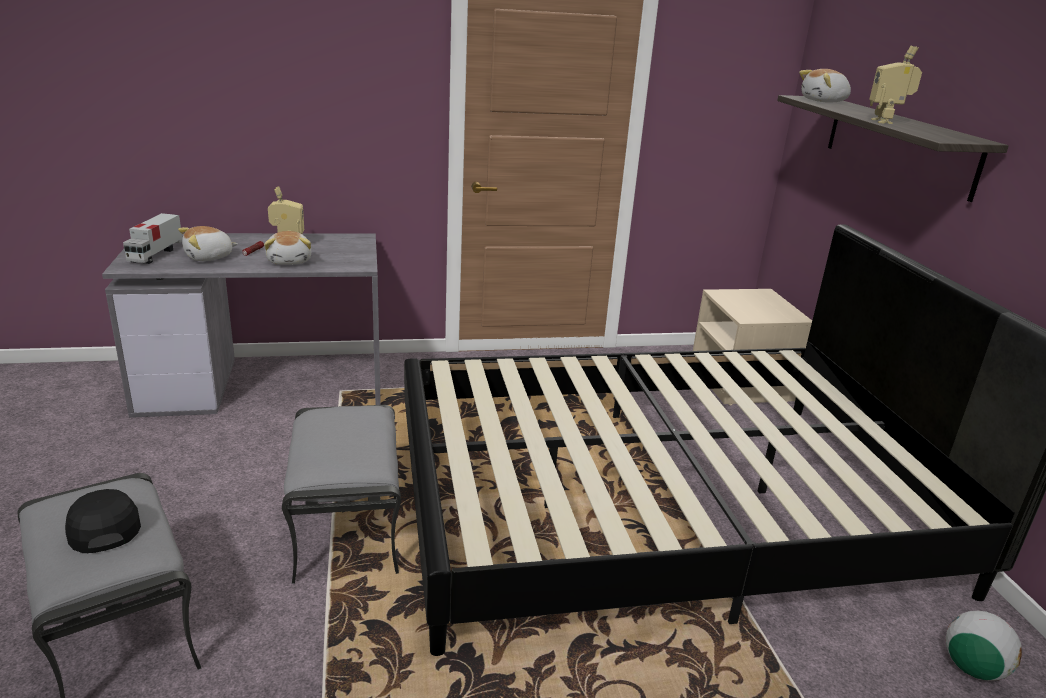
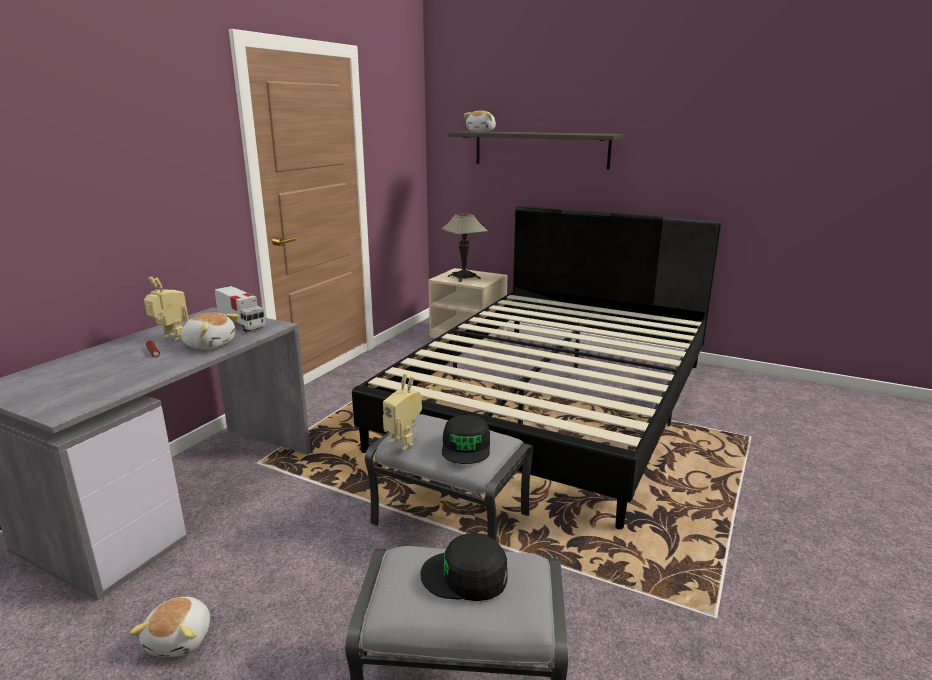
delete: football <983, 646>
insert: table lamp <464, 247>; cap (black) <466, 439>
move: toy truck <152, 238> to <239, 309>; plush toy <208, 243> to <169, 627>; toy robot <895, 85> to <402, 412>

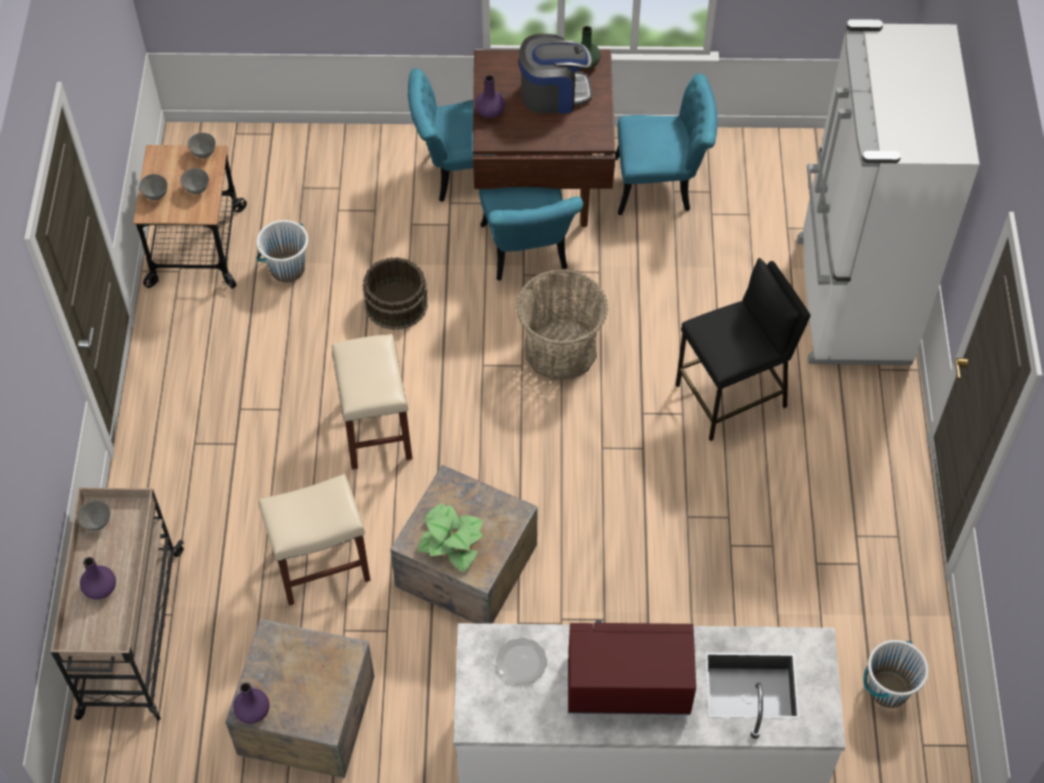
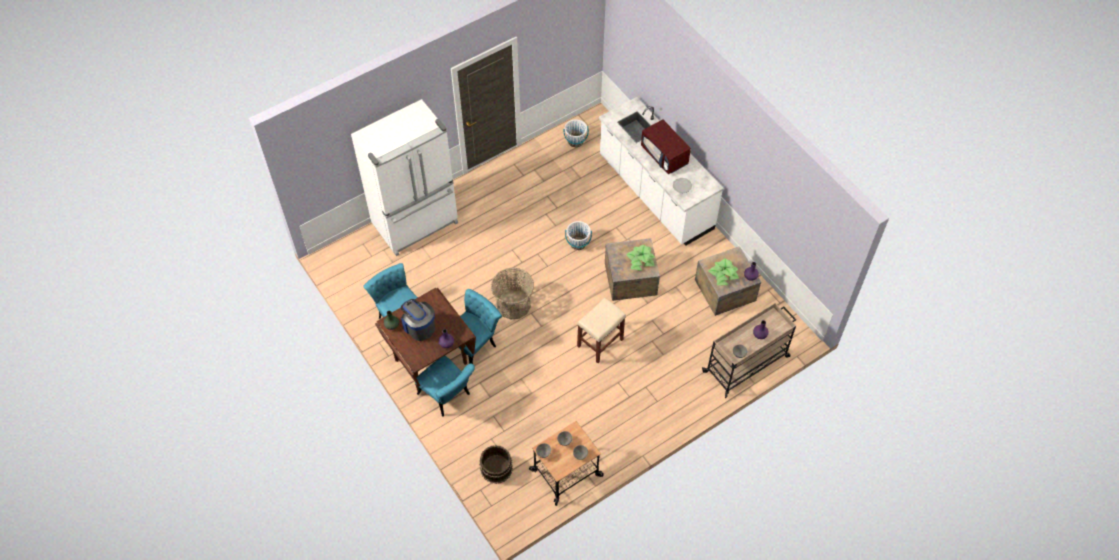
delete: stool (beige) <314, 540>; stool (black) <743, 349>
insert: potted plant <724, 271>
move: bucket (white) <282, 251> to <578, 235>; bucket (brown) <395, 293> to <496, 464>

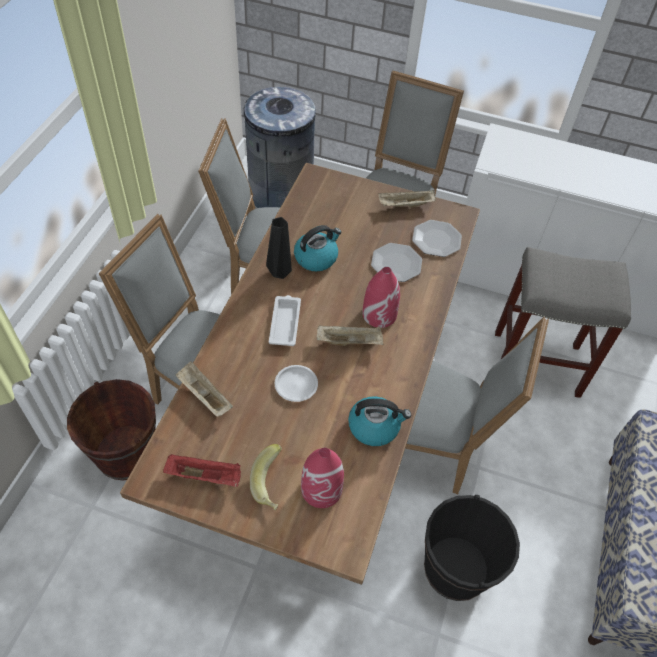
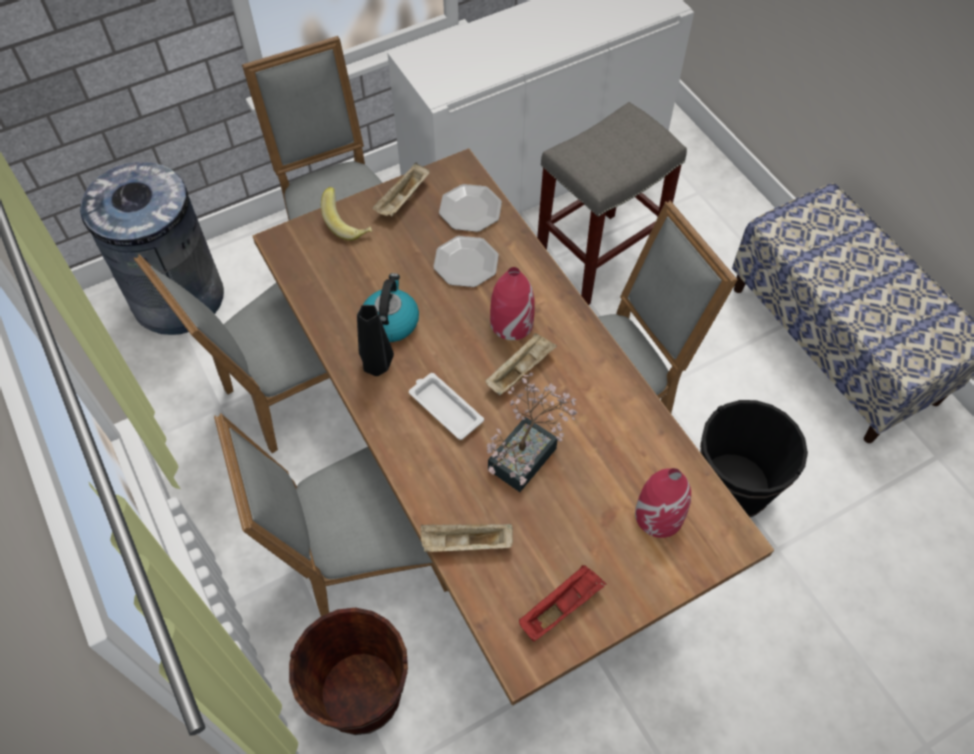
delete: kettle <379, 421>
move: banana <266, 477> to <346, 214>
replace: plate (white) <296, 383> to potted plant <532, 432>

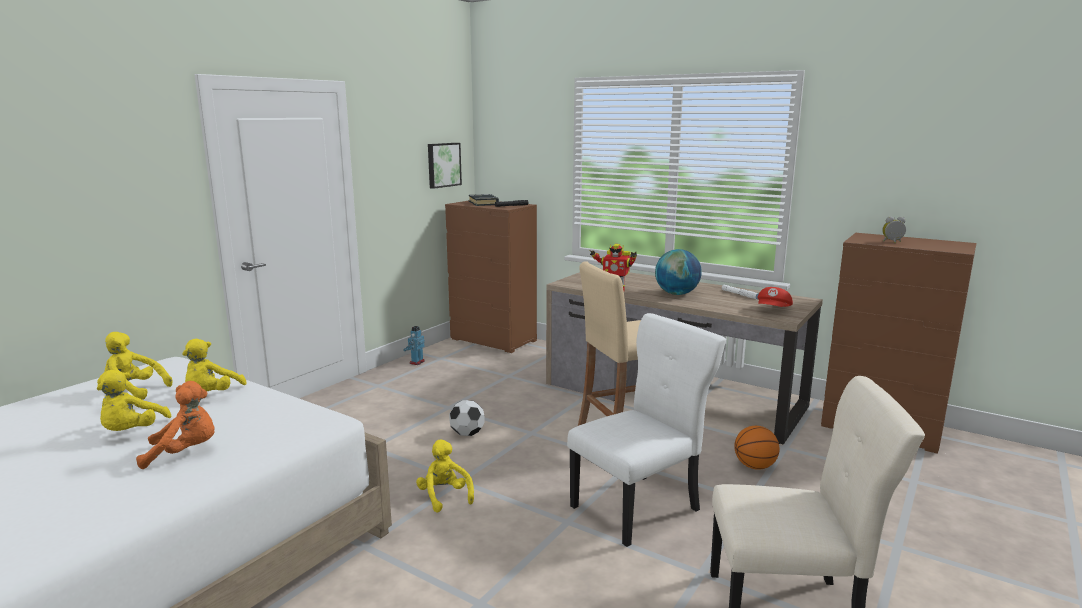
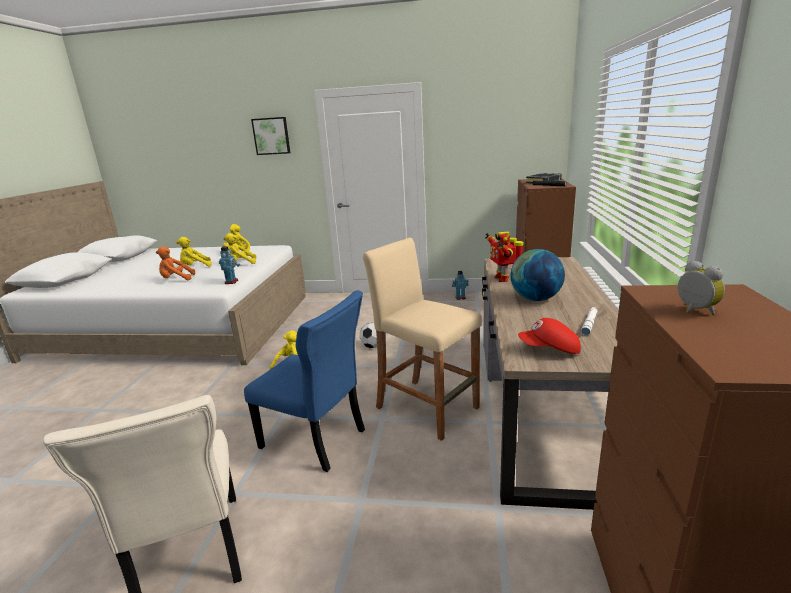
delete: basketball <757, 448>
insert: toy robot <229, 265>
move: picture <445, 166> to <270, 136>
recolor: chair (white) <646, 430> to chair (blue) <304, 381>
rotate: plush toy (orange) <175, 425> = <175, 263> 120 degrees clockwise

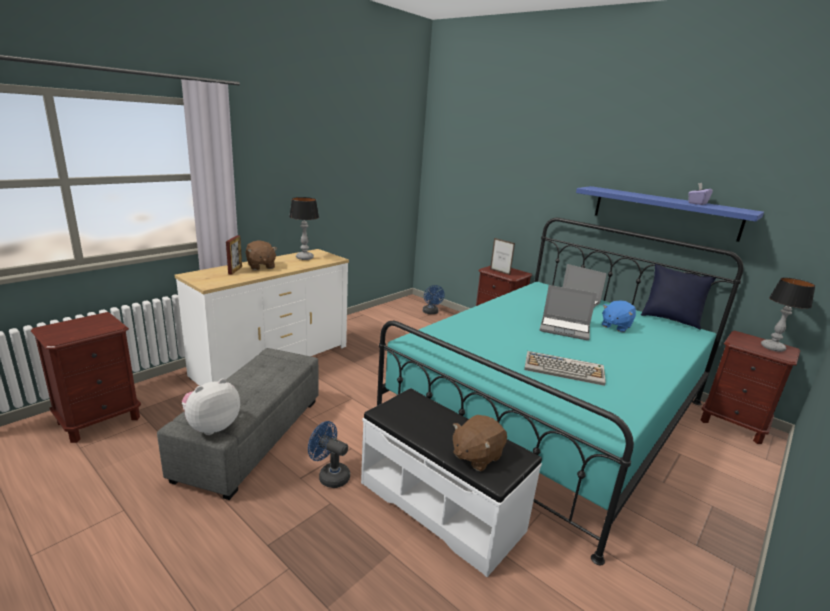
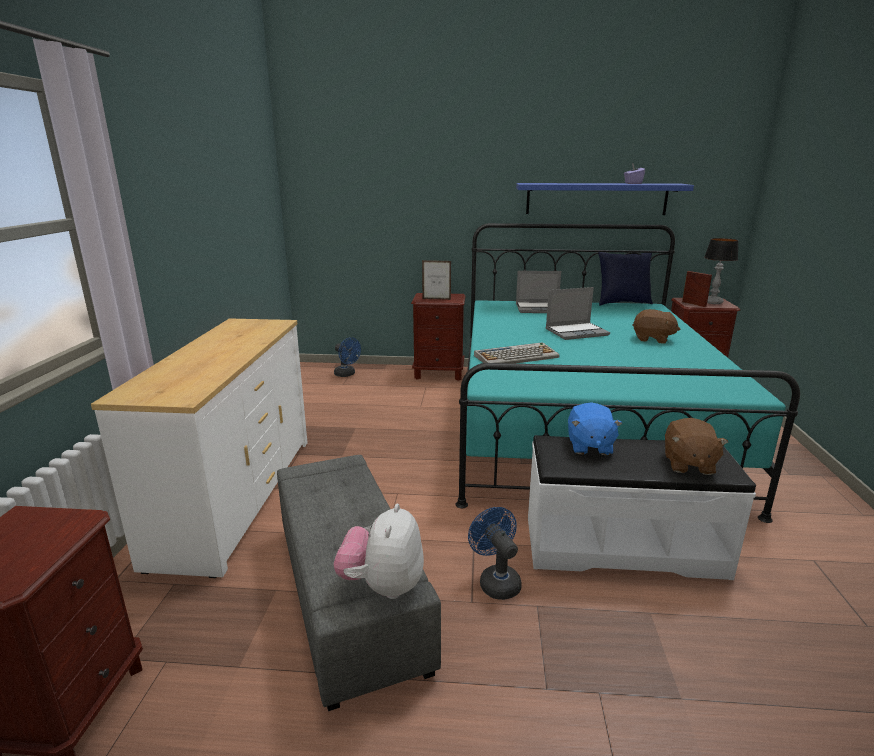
delete: table lamp <304, 228>
move: picture frame <234, 255> to <697, 289>; plush toy (brown) <262, 255> to <656, 326>; keyboard <565, 368> to <517, 353>; plush toy (blue) <619, 316> to <595, 428>
rotate: fan (blue) <329, 454> = <495, 553> 75 degrees clockwise

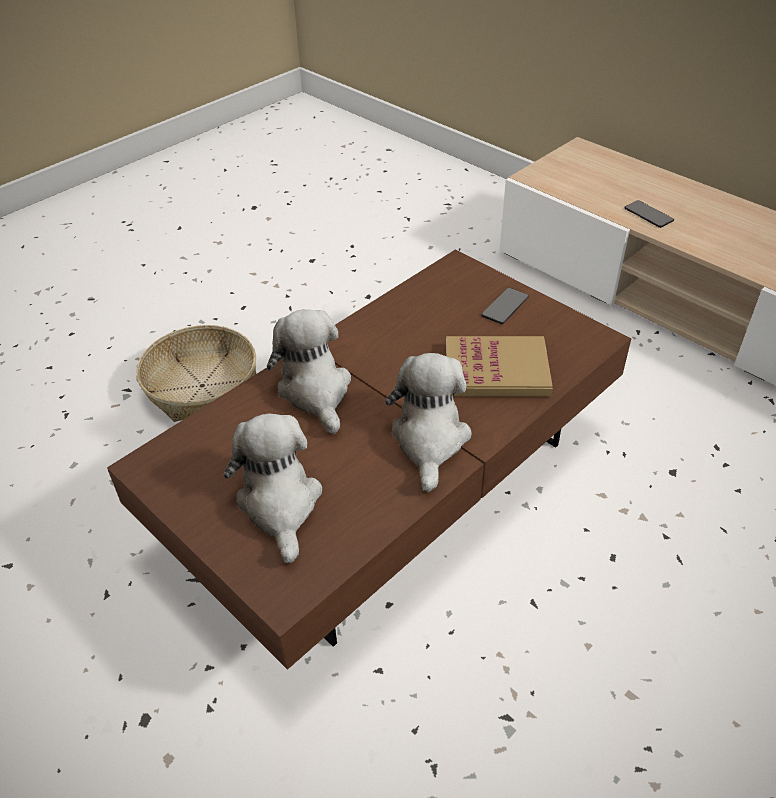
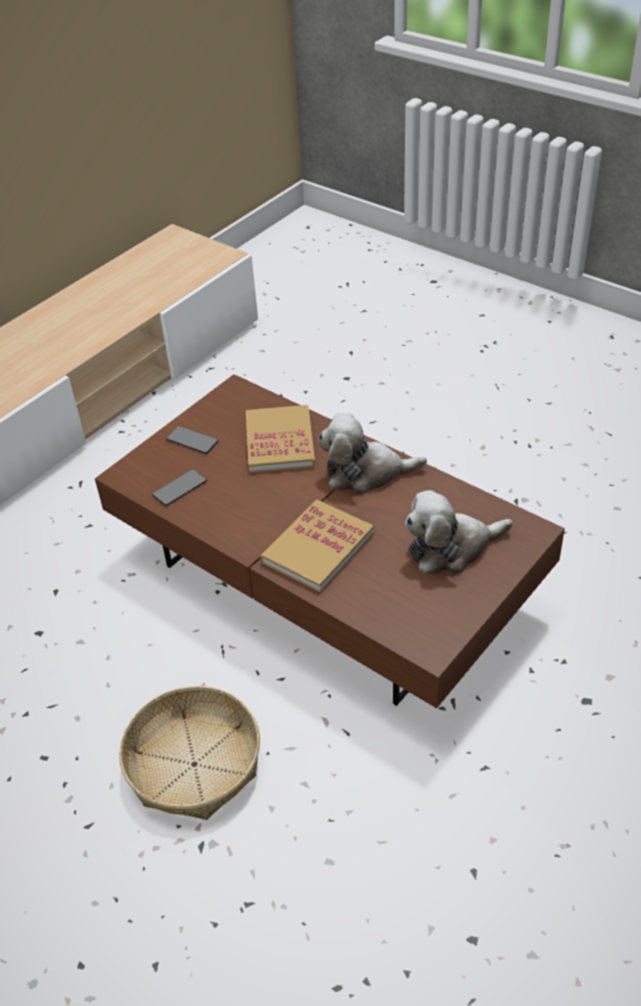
move: phone <649, 214> to <179, 487>
replace: plush toy <309, 371> to book <317, 546>

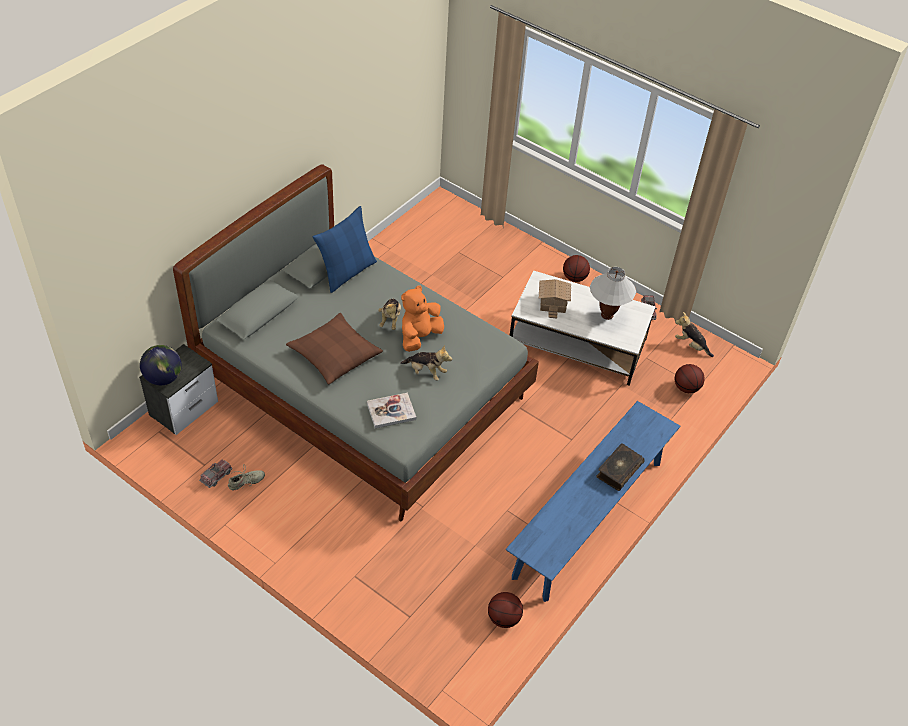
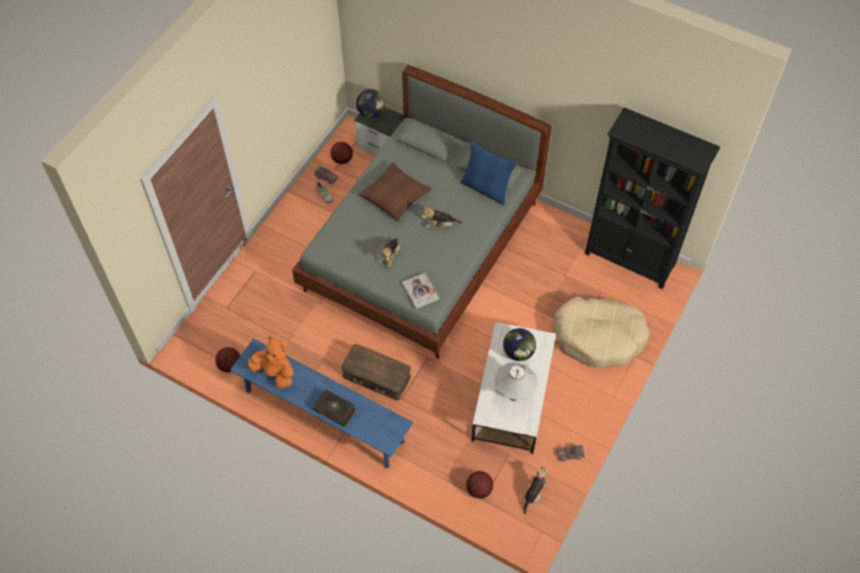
insert: storage box (brown) <376, 372>; dog bed (beige) <601, 332>; bookcase (black) <652, 198>
move: book <391, 410> to <420, 291>; plush toy (orange) <422, 318> to <270, 362>; basketball <576, 268> to <341, 153>
replace: toy house <555, 298> to globe <519, 344>

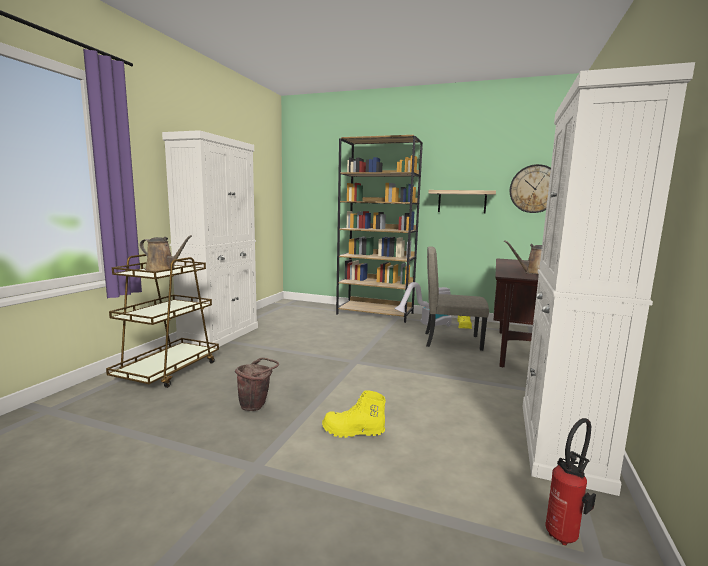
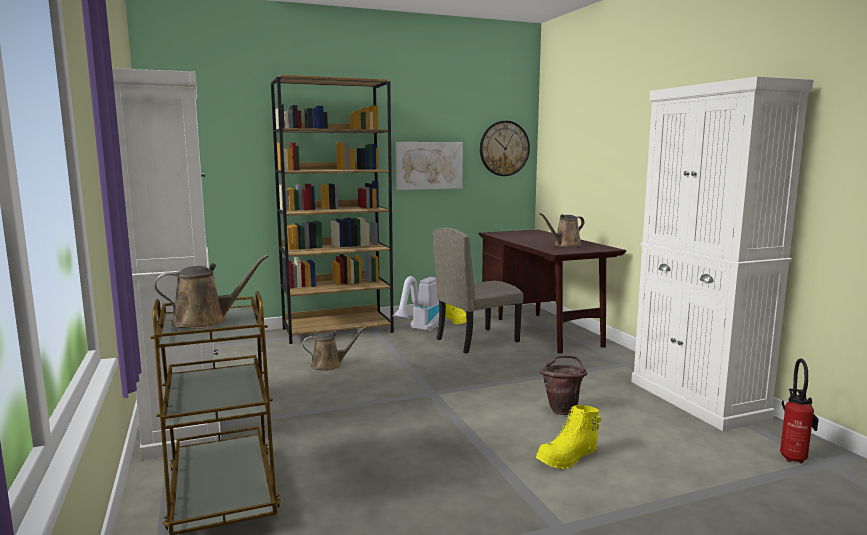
insert: watering can (brown) <335, 348>
move: bucket (brown) <257, 384> to <563, 385>
replace: shelf <462, 201> to picture <429, 166>

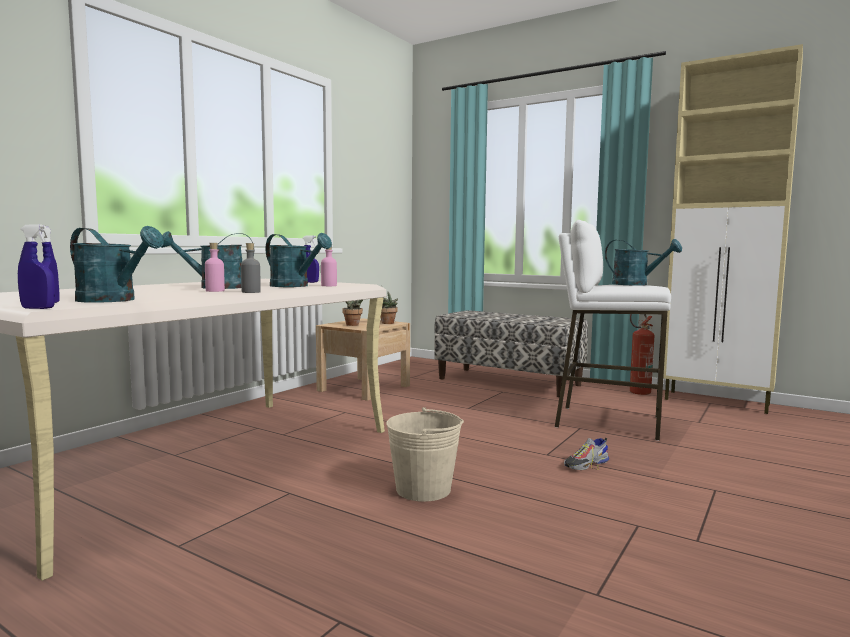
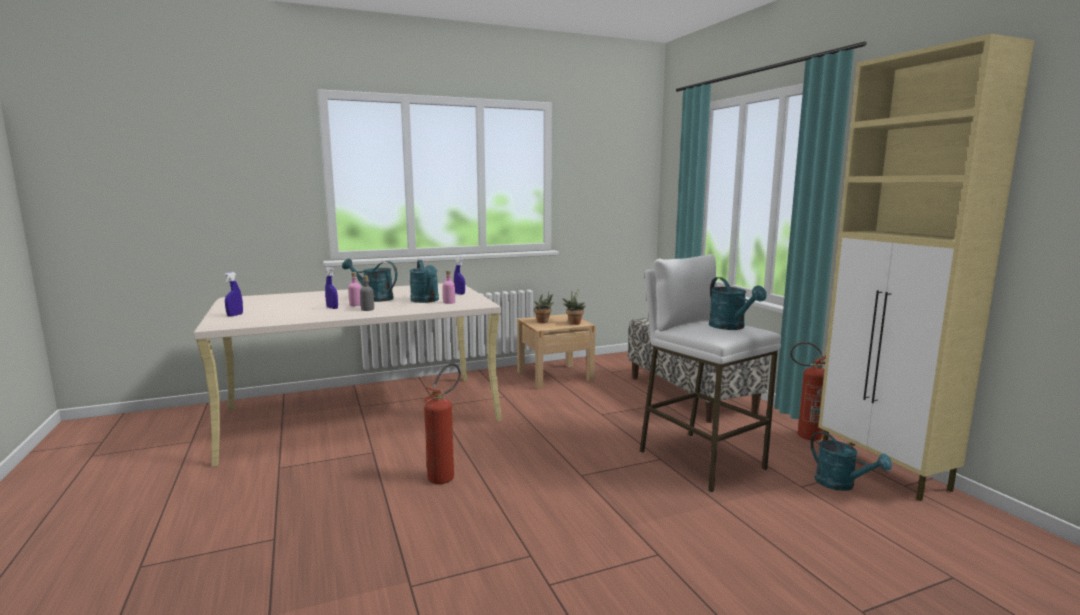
delete: shoe <587, 454>
move: spray bottle (blue) <36, 266> to <331, 288>; watering can (turquoise) <117, 264> to <851, 461>
replace: bucket (beige) <425, 454> to fire extinguisher <442, 423>

